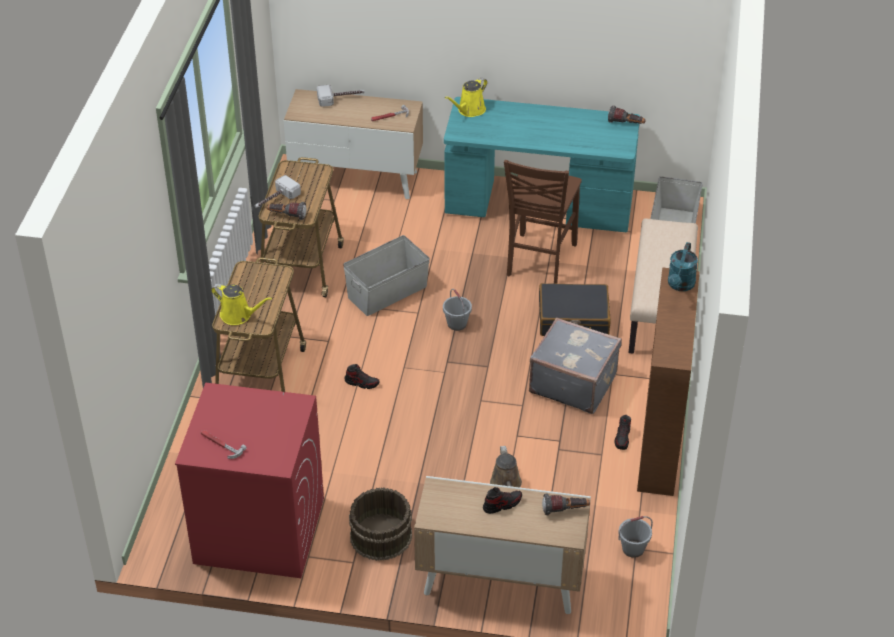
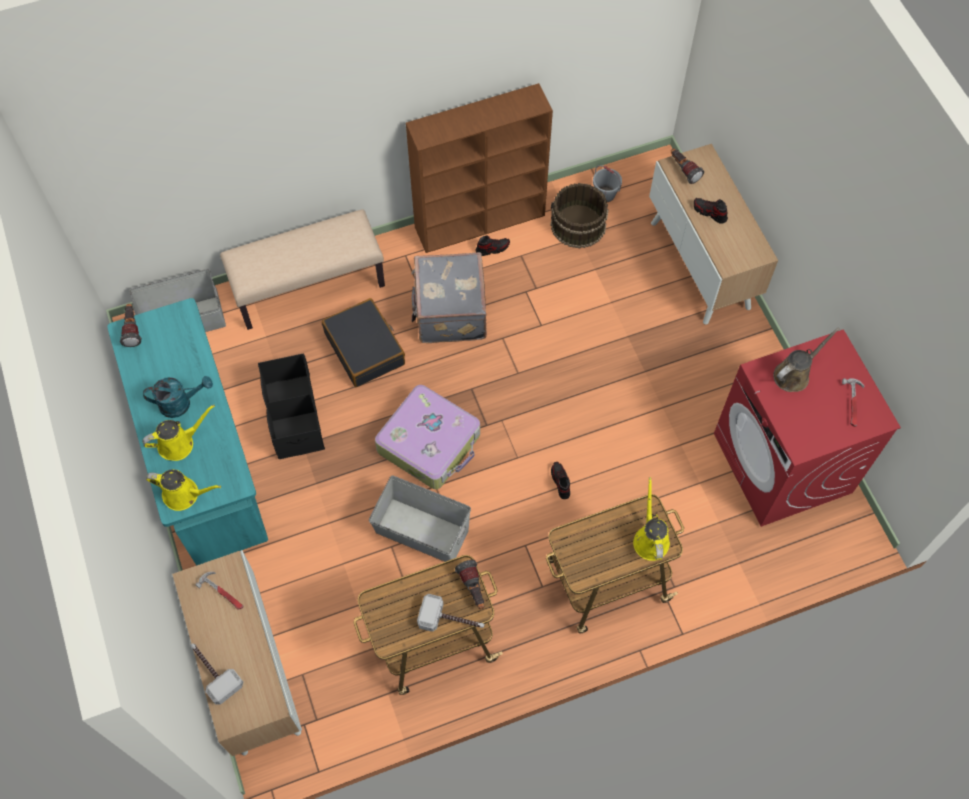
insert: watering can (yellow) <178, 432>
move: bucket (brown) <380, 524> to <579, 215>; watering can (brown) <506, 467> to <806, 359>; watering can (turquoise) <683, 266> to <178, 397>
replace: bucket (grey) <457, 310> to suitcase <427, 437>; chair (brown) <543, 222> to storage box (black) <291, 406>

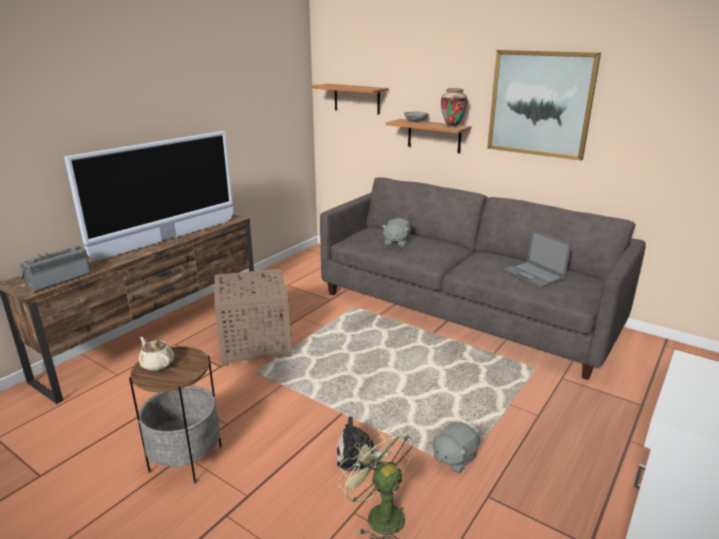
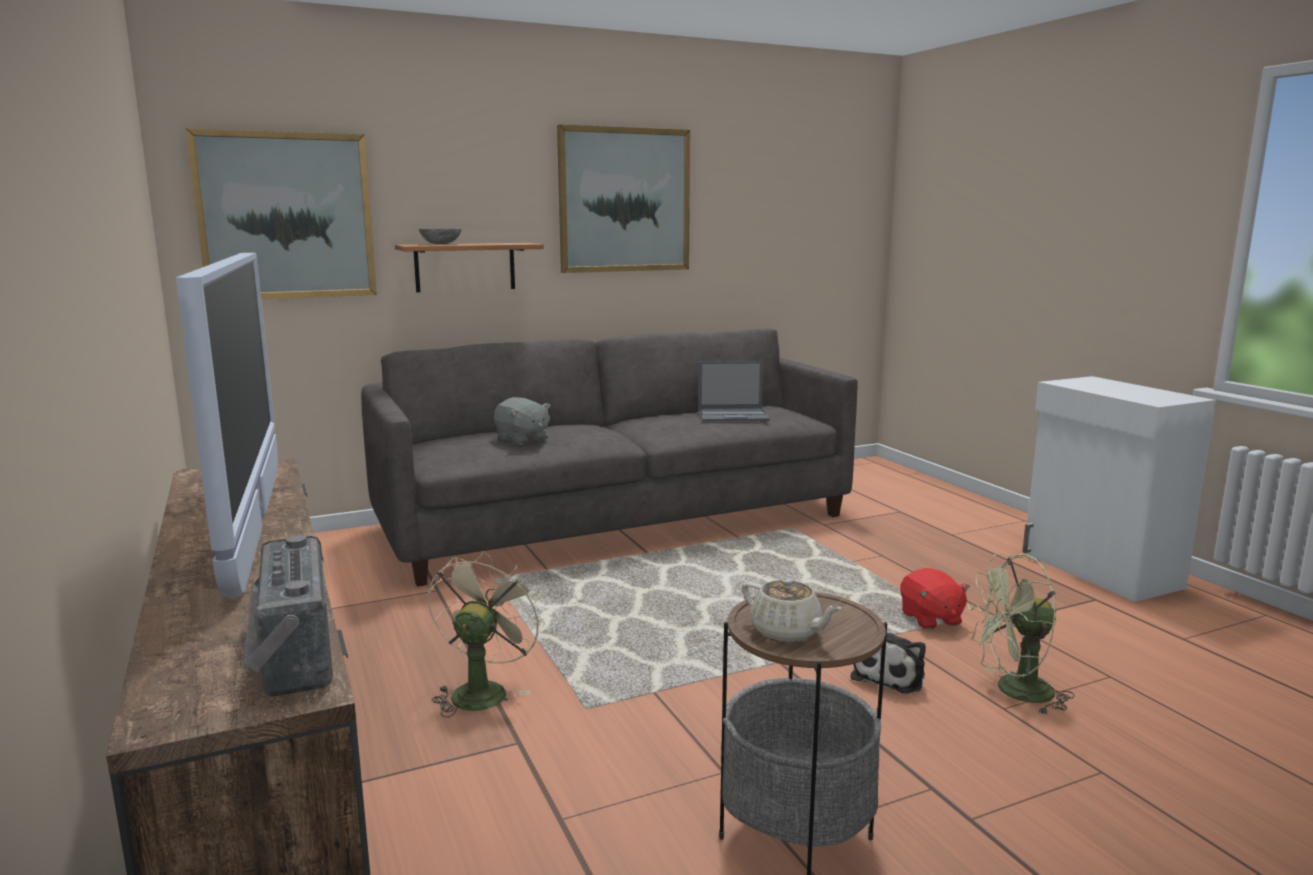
delete: vase <454, 107>
replace: side table (brown) <253, 318> to fan (beige) <486, 634>; shelf <349, 99> to picture <281, 213>
recolor: plush toy (grey) <456, 447> to plush toy (red) <935, 599>
rotate: teapot (beige) <156, 354> = <792, 610> 120 degrees counterclockwise

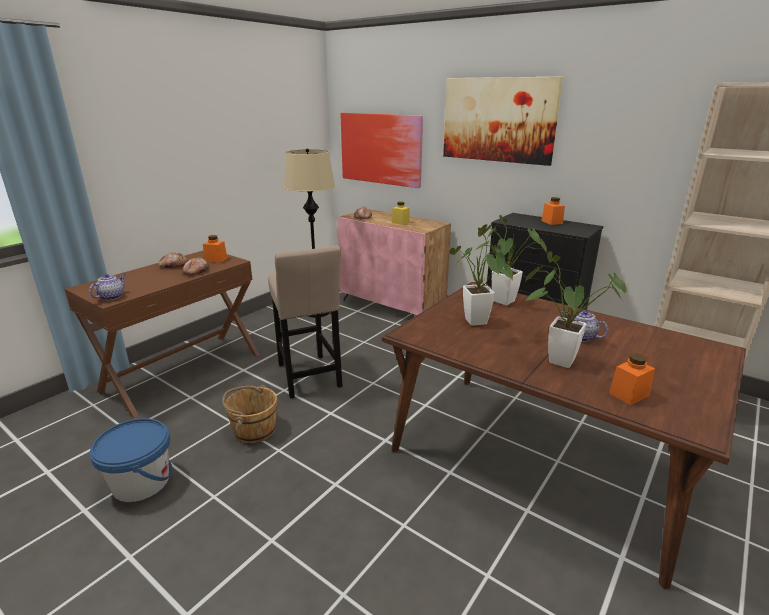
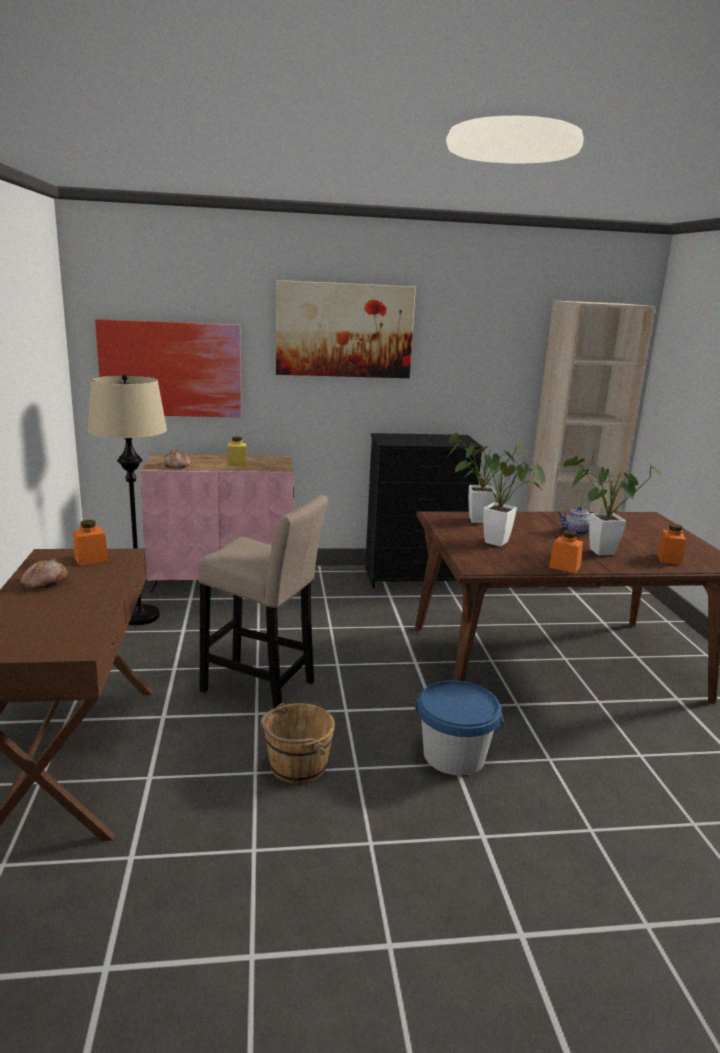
delete: teapot <107, 287>; bread <195, 265>
move: bucket (blue) <131, 460> to <459, 727>; jar (orange) <553, 211> to <566, 551>

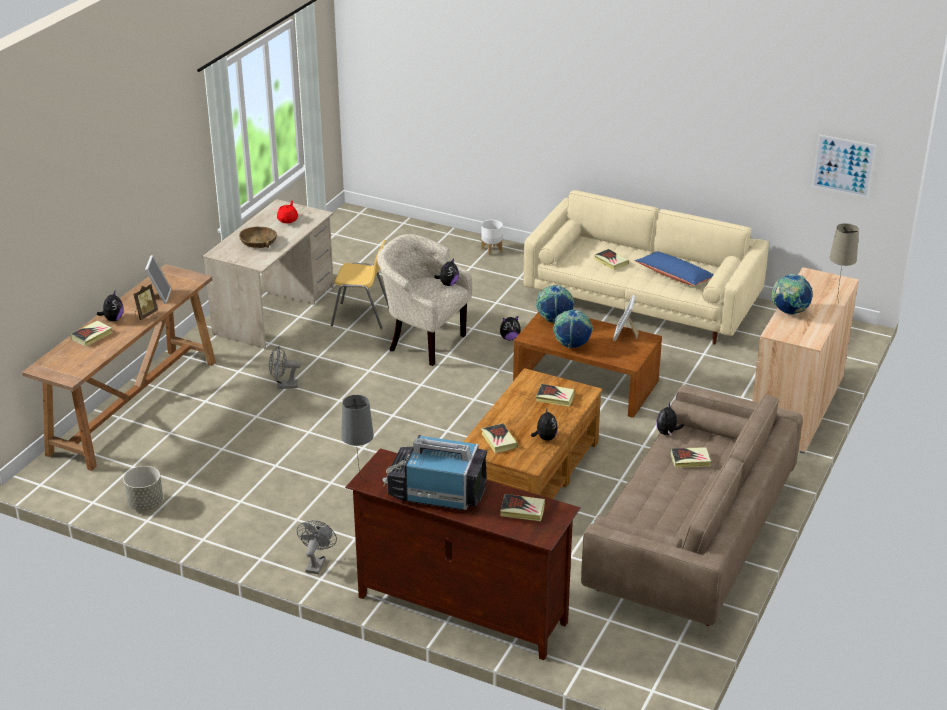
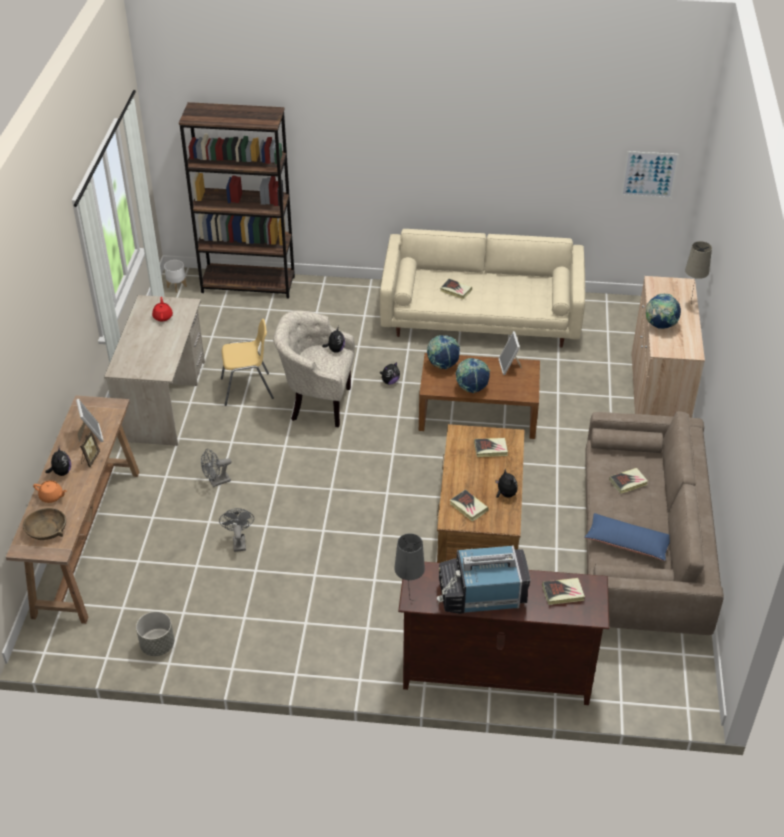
delete: plush toy <670, 419>
insert: bookcase (brown) <237, 200>
move: bowl (brown) <258, 237> to <44, 524>; fan (grey) <317, 547> to <236, 530>; planter (white) <492, 237> to <175, 276>; pillow (blue) <674, 269> to <627, 537>
replace: book <91, 333> to teapot (orange) <50, 491>

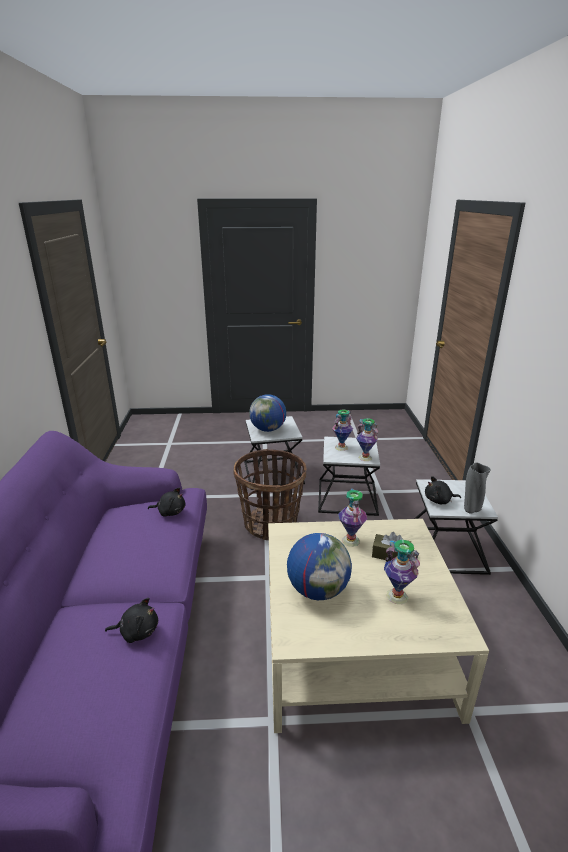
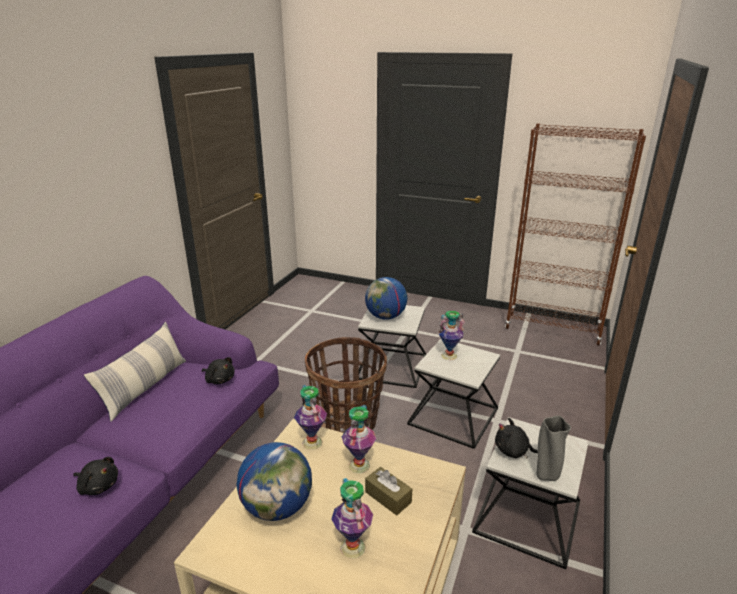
insert: pillow <135, 372>; bookcase (brown) <575, 234>
move: vase <367, 439> to <310, 417>

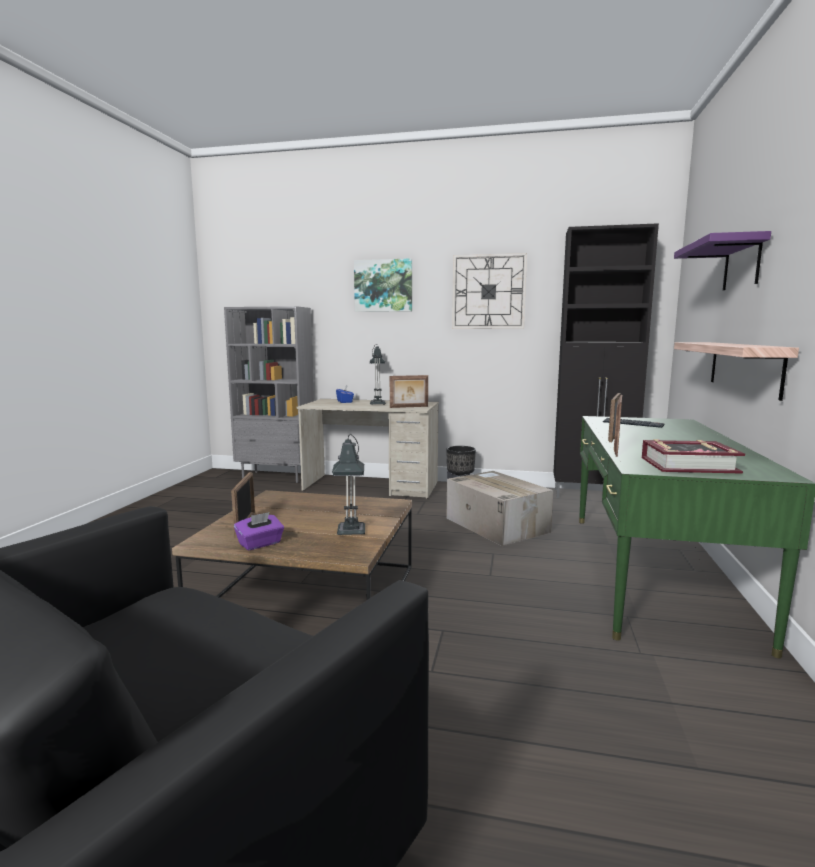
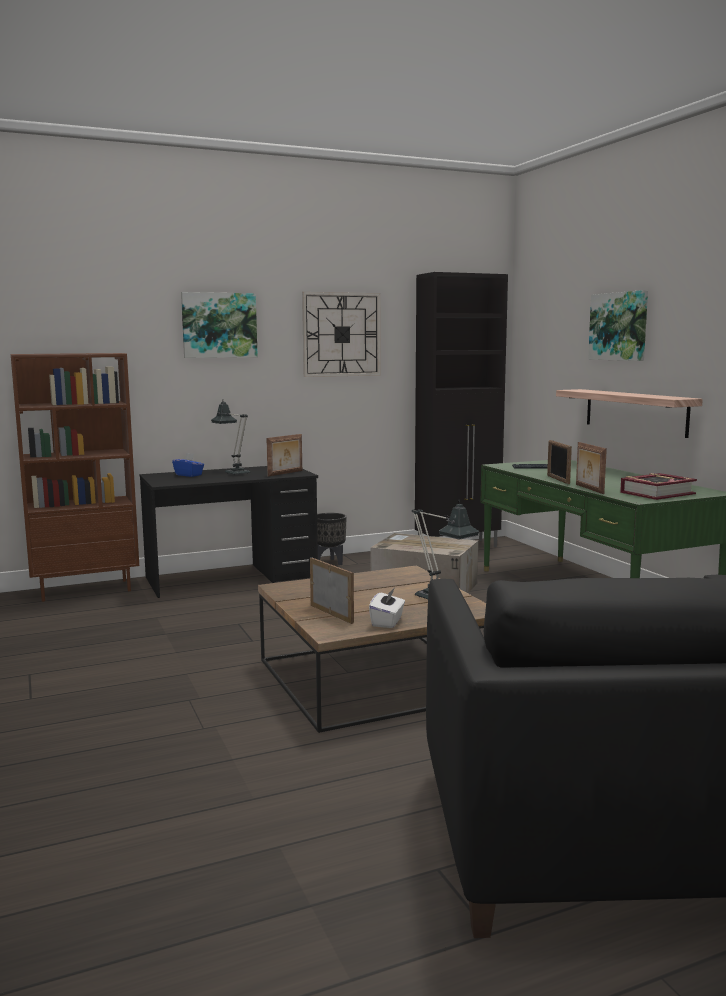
replace: shelf (purple) <722, 261> to picture <618, 325>
recolor: bookcase (grey) <269, 394> to bookcase (brown) <75, 477>; tissue box (purple) <259, 531> to tissue box (white) <387, 608>; desk (beige) <368, 449> to desk (black) <229, 532>

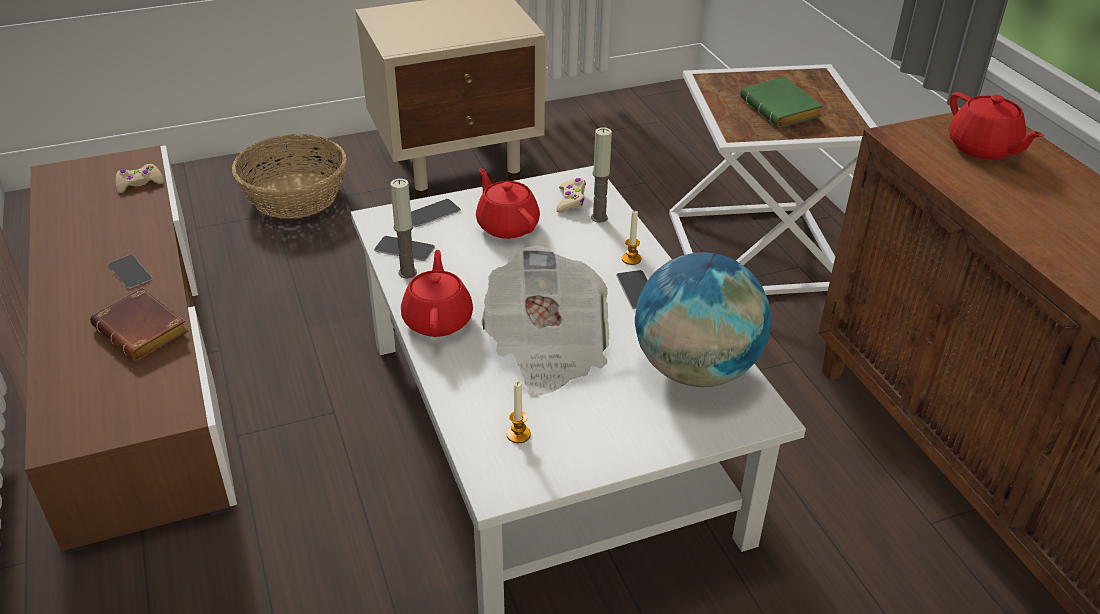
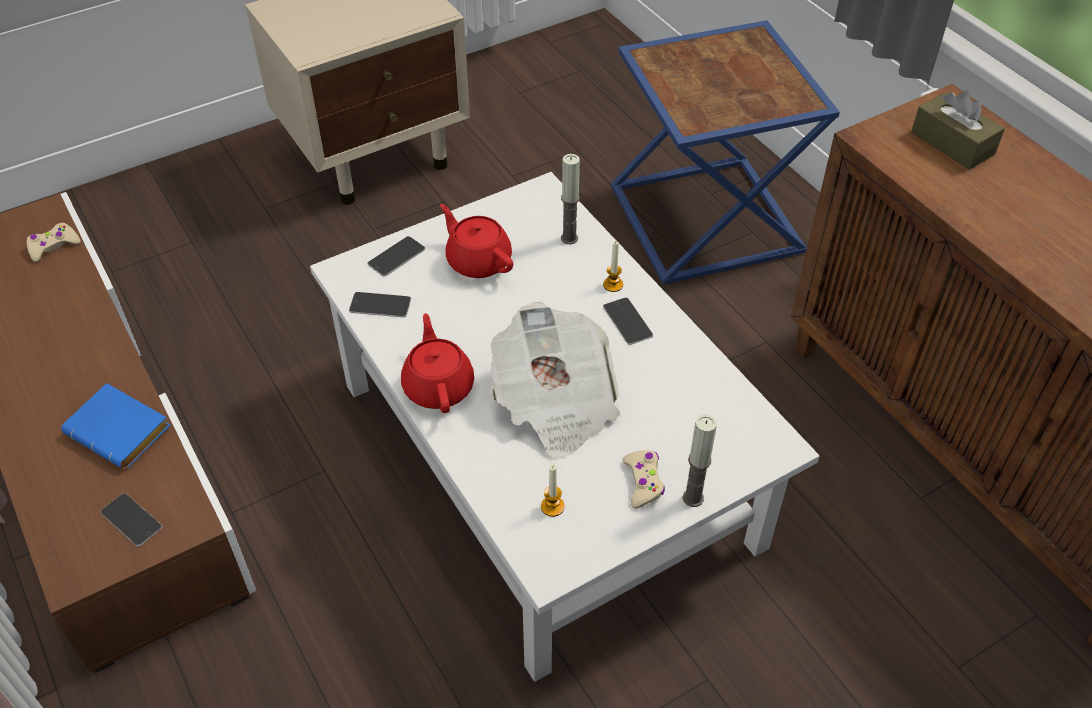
delete: basket <289, 176>; globe <703, 319>; book (green) <782, 102>
move: phone <130, 272> to <131, 520>; candle <403, 228> to <699, 460>; game controller (beige) <571, 195> to <643, 479>
replace: teapot (red) <996, 126> to tissue box (brown) <958, 130>
recolor: book (brown) <139, 324> to book (blue) <116, 426>; side table (white) <773, 179> to side table (blue) <725, 152>

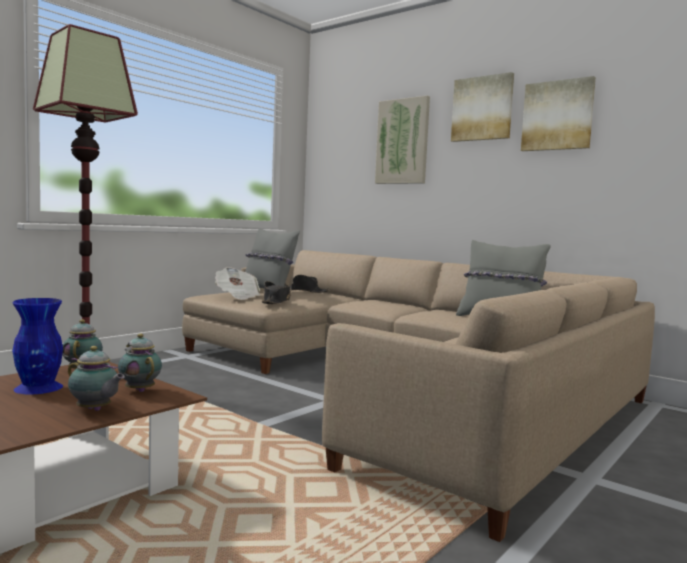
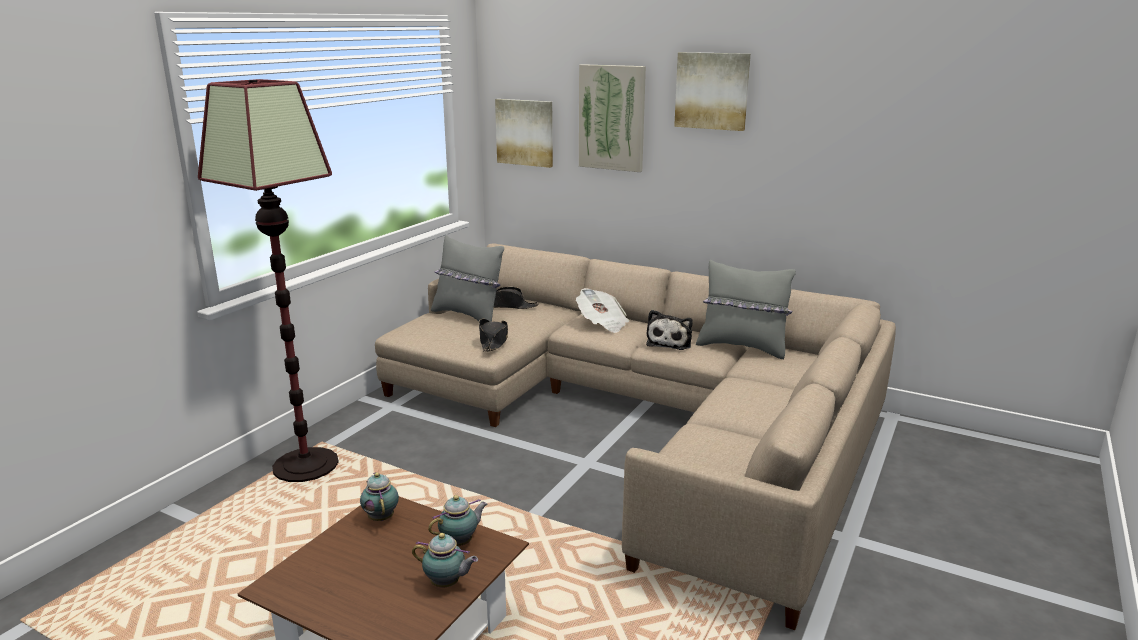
delete: vase (blue) <37, 346>
insert: plush toy <669, 330>
move: newspaper <237, 283> to <602, 310>; picture <558, 113> to <524, 133>
rotate: teapot <140, 363> = <457, 520> 105 degrees clockwise

